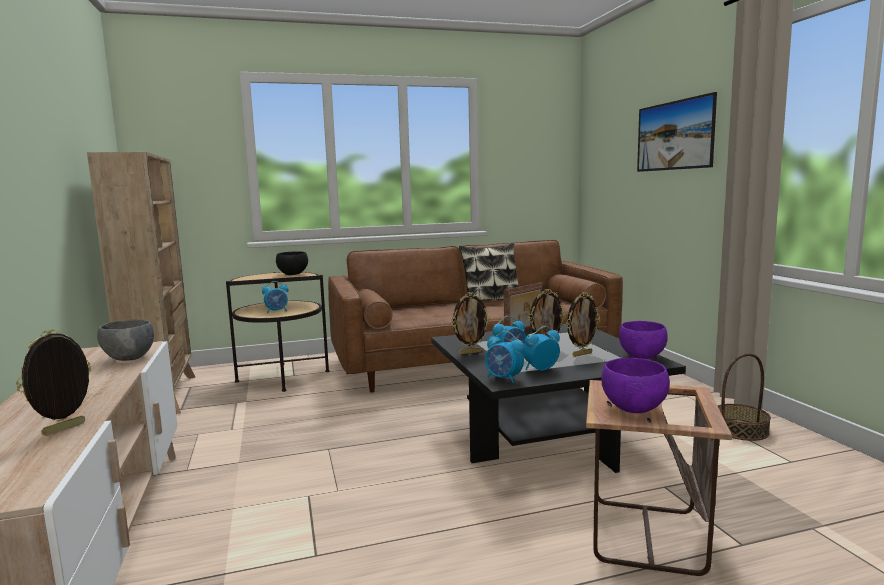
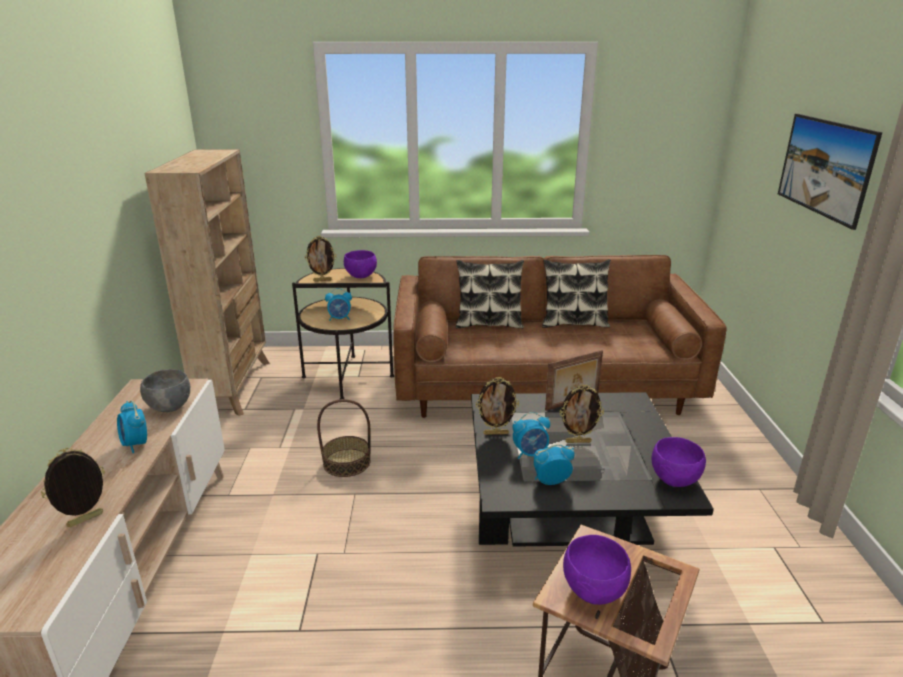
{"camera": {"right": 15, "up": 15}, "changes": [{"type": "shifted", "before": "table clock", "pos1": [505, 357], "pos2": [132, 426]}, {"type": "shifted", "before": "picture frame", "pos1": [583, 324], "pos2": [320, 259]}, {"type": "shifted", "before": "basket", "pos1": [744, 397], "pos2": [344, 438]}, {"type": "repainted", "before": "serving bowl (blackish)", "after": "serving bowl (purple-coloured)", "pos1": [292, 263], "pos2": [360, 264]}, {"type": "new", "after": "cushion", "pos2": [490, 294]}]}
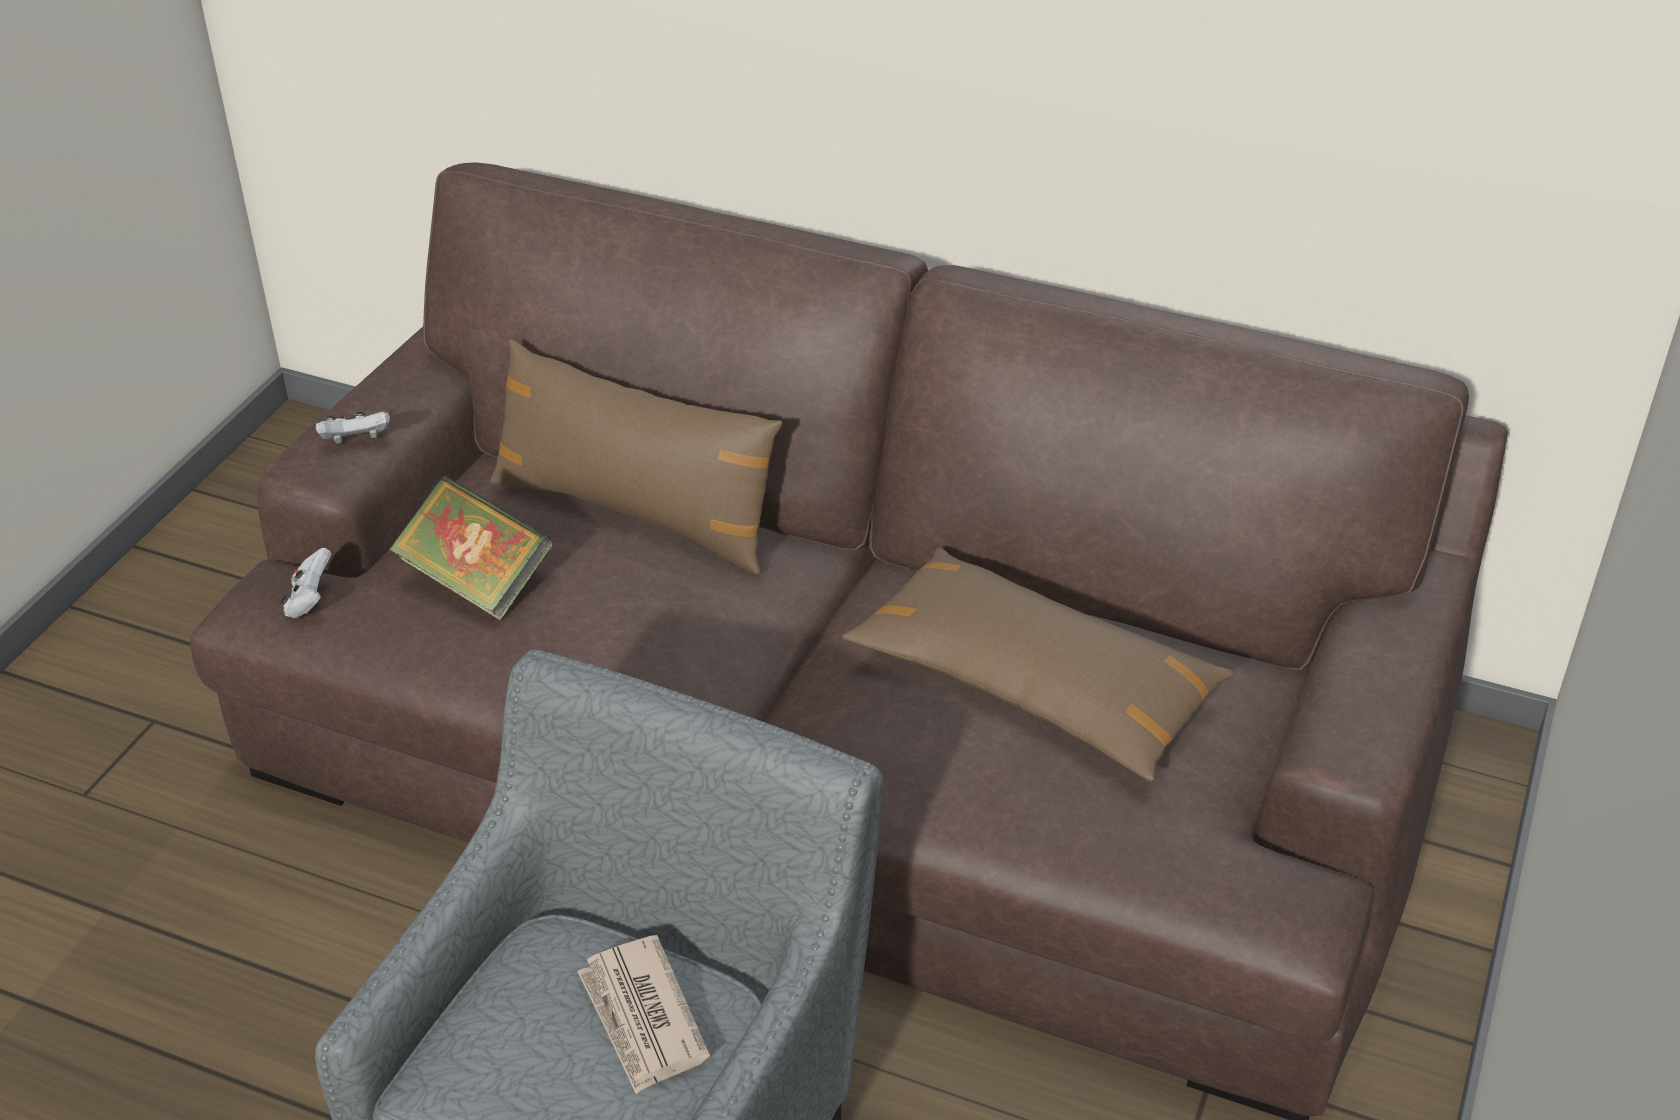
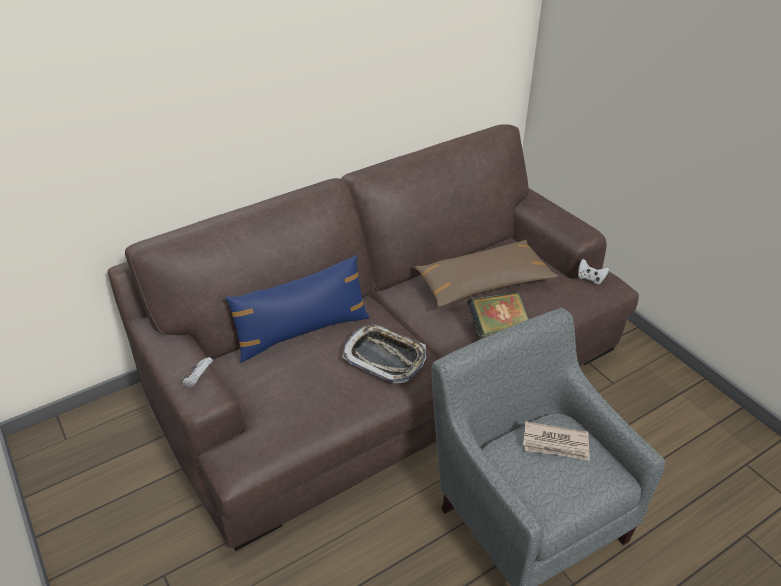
{"camera": {"right": -55, "up": 0}, "changes": [{"type": "repainted", "before": "cushion (brownish)", "after": "cushion (bluish)", "pos1": [636, 457], "pos2": [297, 309]}, {"type": "new", "after": "serving tray", "pos2": [384, 353]}, {"type": "shifted", "before": "book", "pos1": [471, 548], "pos2": [498, 315]}, {"type": "shifted", "before": "joypad (whitish)", "pos1": [306, 583], "pos2": [593, 272]}]}
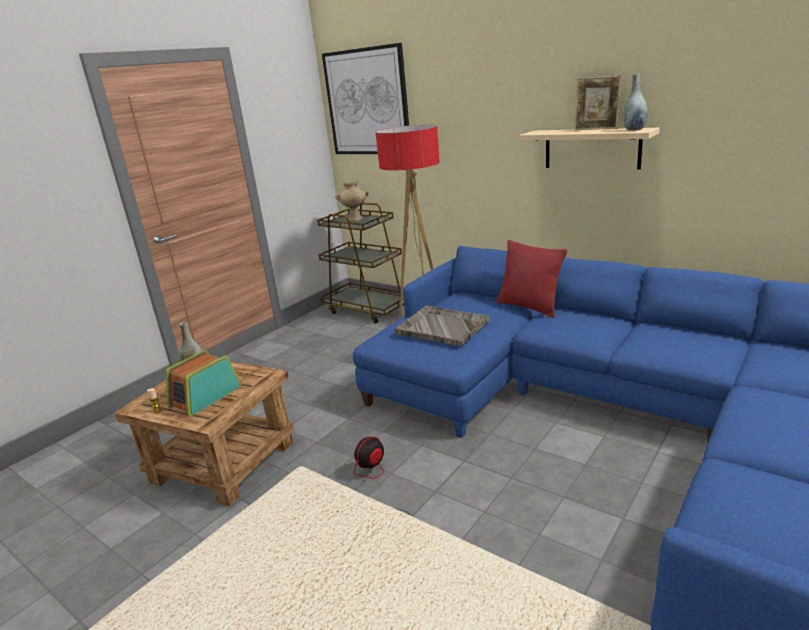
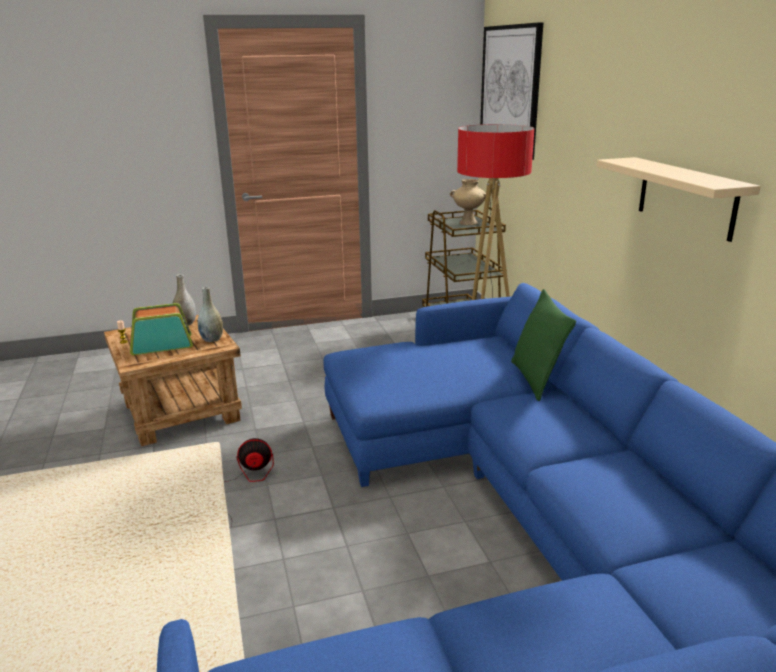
{"camera": {"right": 35, "up": 0}, "changes": [{"type": "shifted", "before": "decorative vase (grey)", "pos1": [635, 102], "pos2": [210, 314]}, {"type": "repainted", "before": "cushion (red)", "after": "cushion (greenish)", "pos1": [531, 279], "pos2": [543, 345]}, {"type": "gone", "before": "serving tray (grey)", "pos1": [442, 325]}, {"type": "gone", "before": "picture frame", "pos1": [597, 103]}]}
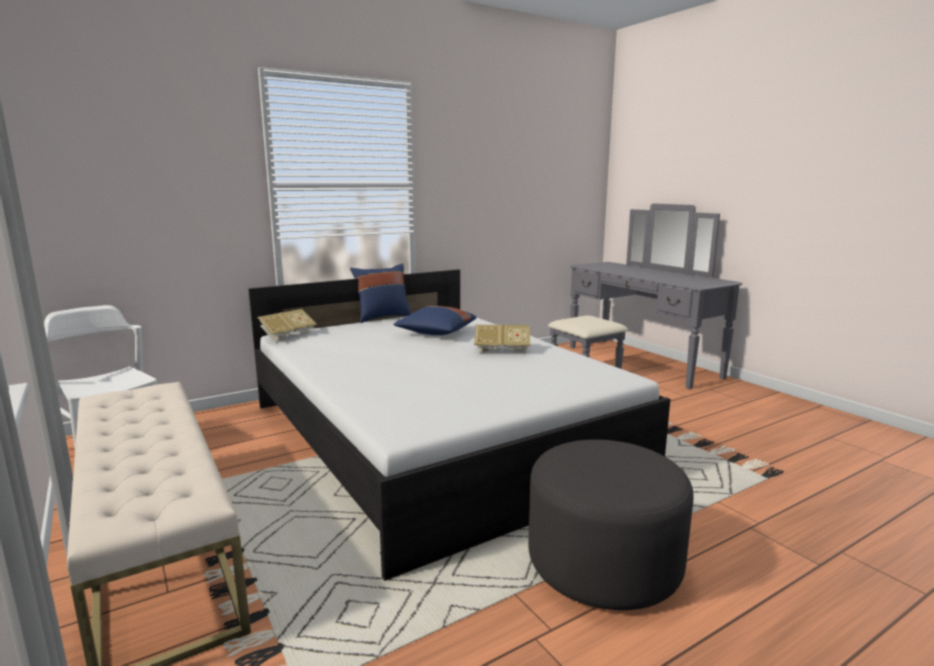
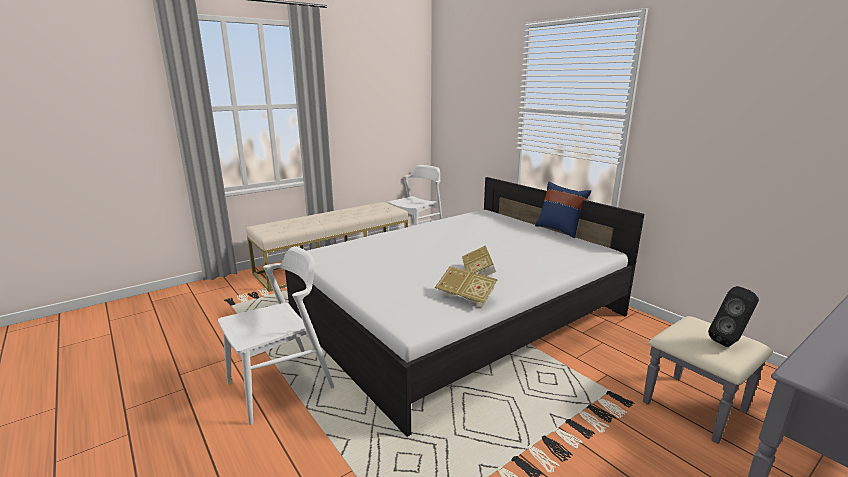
{"camera": {"right": 85, "up": 5}, "changes": [{"type": "swapped", "before": "ottoman (grey)", "after": "plain chair (whitish)", "pos1": [611, 525], "pos2": [276, 335]}, {"type": "shifted", "before": "book", "pos1": [287, 325], "pos2": [466, 287]}, {"type": "new", "after": "speaker (blackish)", "pos2": [733, 316]}, {"type": "gone", "before": "cushion (bluish)", "pos1": [435, 320]}]}
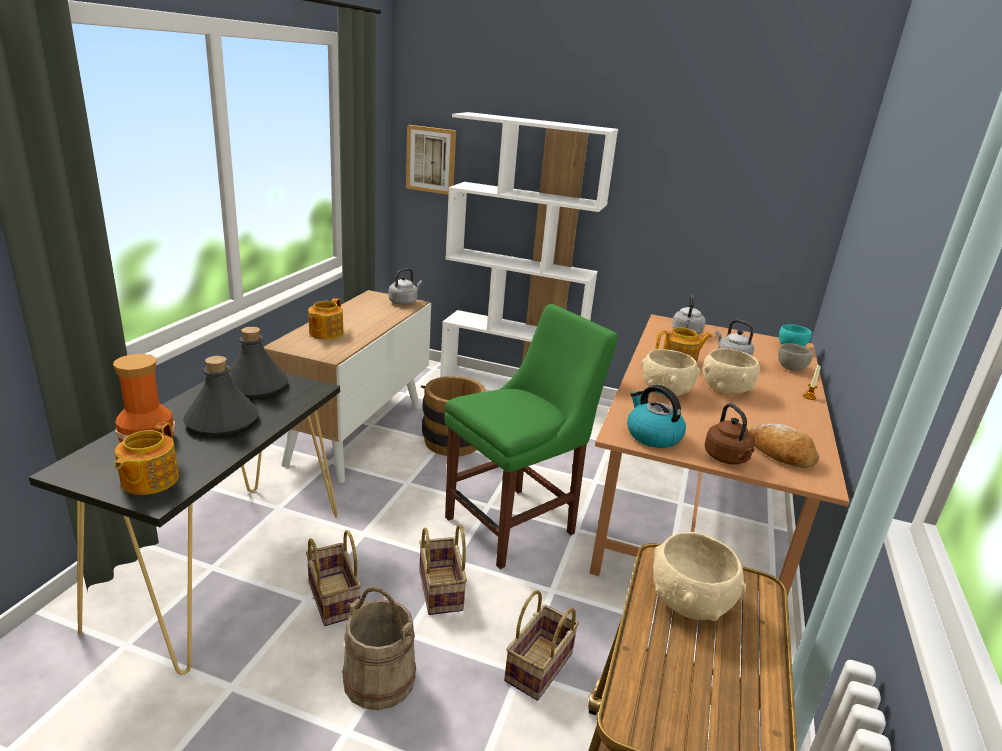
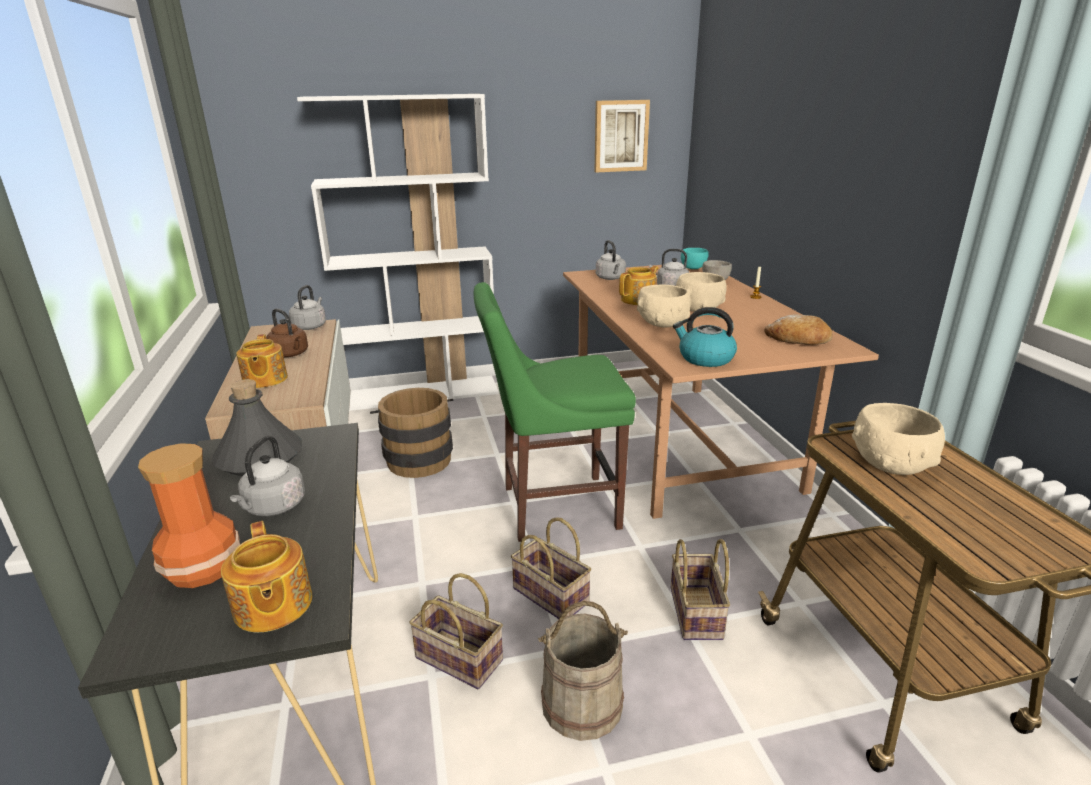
{"camera": {"right": -30, "up": 0}, "changes": [{"type": "swapped", "before": "drink bottle (grey)", "after": "kettle (grey)", "pos1": [221, 396], "pos2": [267, 476]}, {"type": "shifted", "before": "kettle (brownish)", "pos1": [729, 433], "pos2": [287, 333]}, {"type": "rotated", "before": "plain chair (greenish)", "pos1": [531, 436], "pos2": [555, 412], "turn": -120}, {"type": "shifted", "before": "picture", "pos1": [431, 160], "pos2": [622, 136]}]}
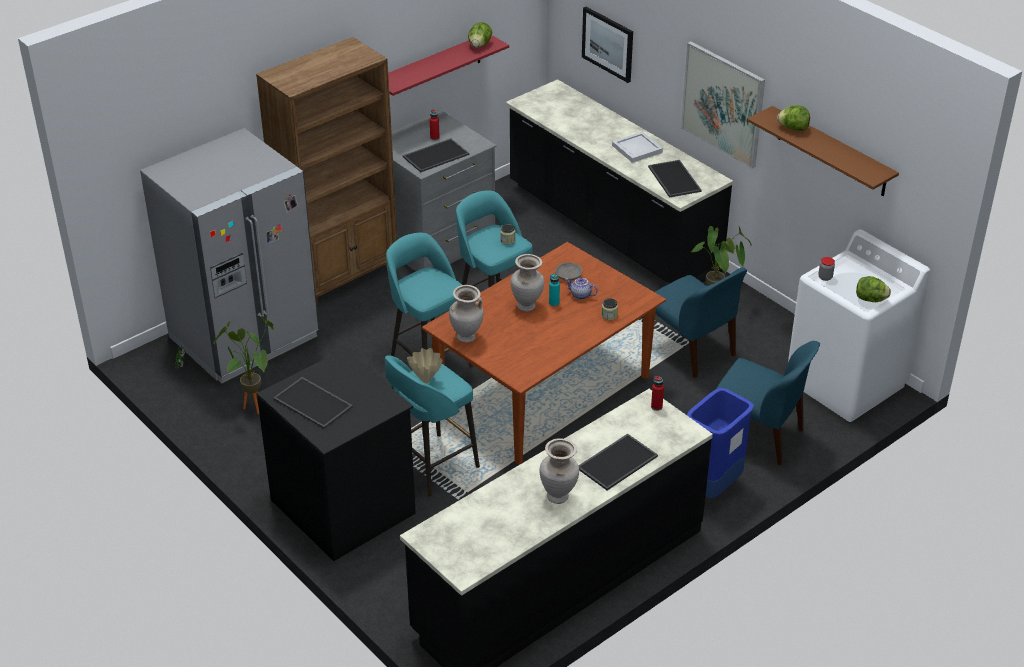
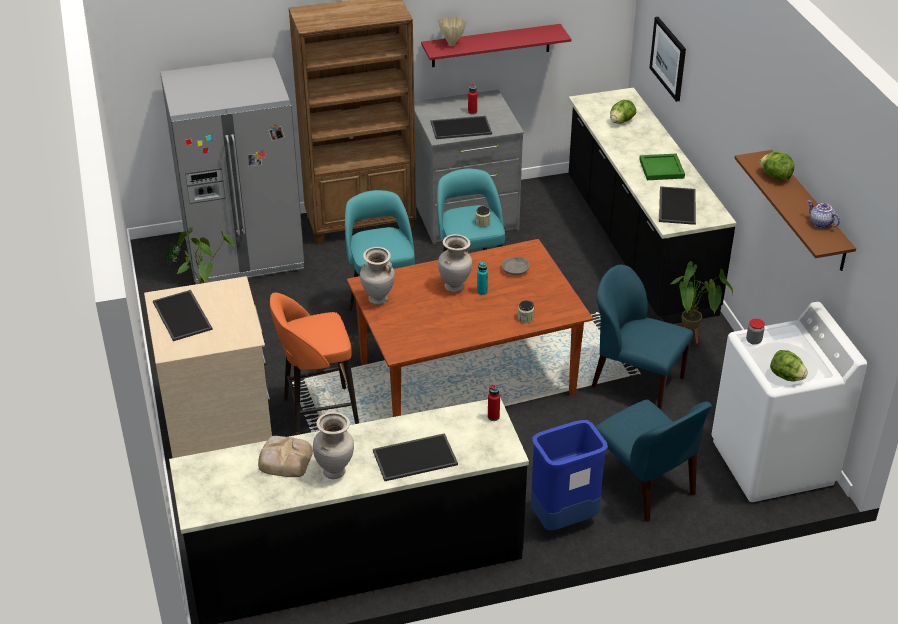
{"camera": {"right": 25, "up": 0}, "changes": [{"type": "repainted", "before": "chest of drawers (blackish)", "after": "chest of drawers (beige-coloured)", "pos1": [336, 455], "pos2": [208, 367]}, {"type": "new", "after": "bakery bread", "pos2": [285, 456]}, {"type": "repainted", "before": "stool (blue-green)", "after": "stool (orange-coloured)", "pos1": [432, 426], "pos2": [314, 364]}, {"type": "shifted", "before": "decorative vase (beige-coloured)", "pos1": [424, 366], "pos2": [452, 31]}, {"type": "rotated", "before": "plain chair (bluish)", "pos1": [701, 322], "pos2": [642, 338], "turn": 135}, {"type": "shifted", "before": "lettuce", "pos1": [480, 35], "pos2": [623, 112]}, {"type": "repainted", "before": "serving tray (whitish)", "after": "serving tray (greenish)", "pos1": [637, 147], "pos2": [662, 166]}, {"type": "shifted", "before": "teapot", "pos1": [581, 289], "pos2": [824, 214]}, {"type": "gone", "before": "picture", "pos1": [723, 105]}]}
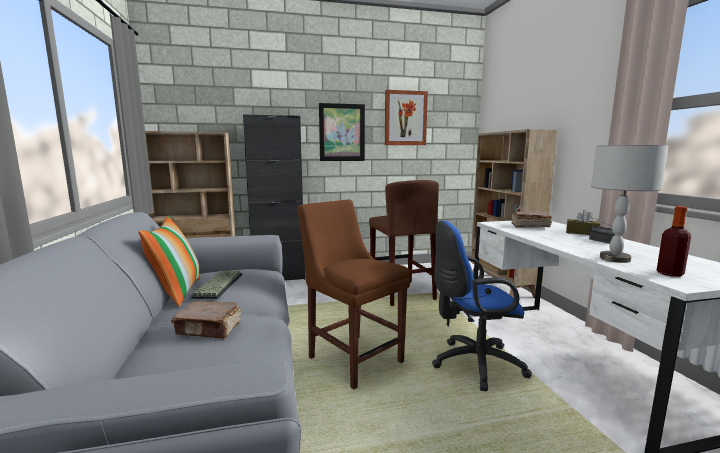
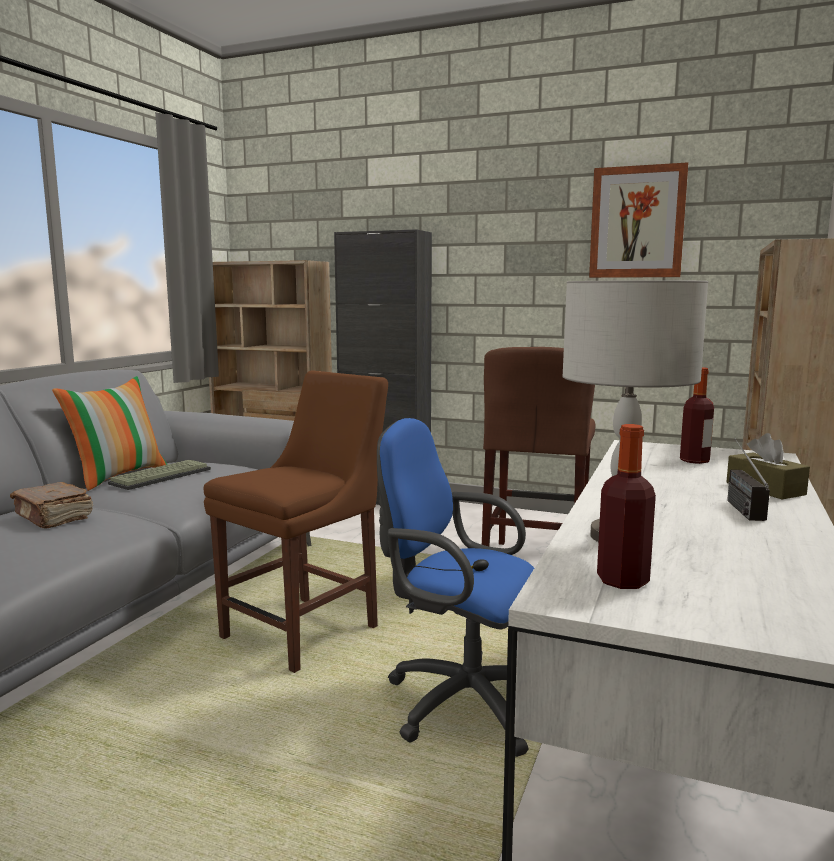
{"camera": {"right": 35, "up": 0}, "changes": [{"type": "rotated", "before": "plain chair (brownish)", "pos1": [354, 294], "pos2": [296, 521], "turn": 45}, {"type": "swapped", "before": "book (brownish)", "after": "drink bottle", "pos1": [531, 219], "pos2": [697, 415]}, {"type": "gone", "before": "picture", "pos1": [342, 132]}]}
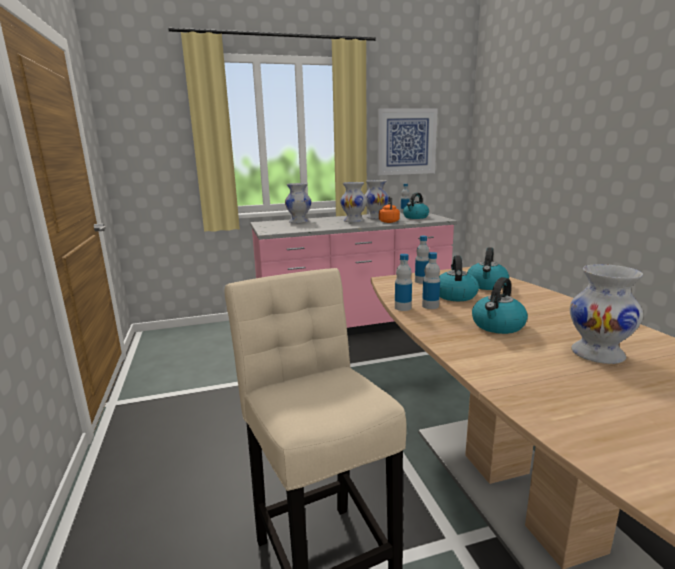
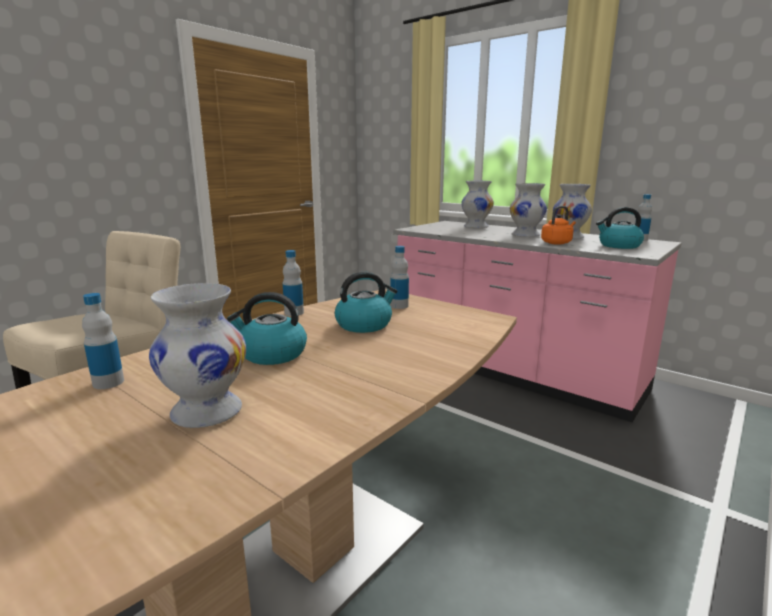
{"camera": {"right": 55, "up": 0}, "changes": [{"type": "shifted", "before": "drink bottle", "pos1": [431, 280], "pos2": [103, 341]}, {"type": "gone", "before": "picture", "pos1": [408, 141]}, {"type": "gone", "before": "kettle", "pos1": [488, 268]}]}
